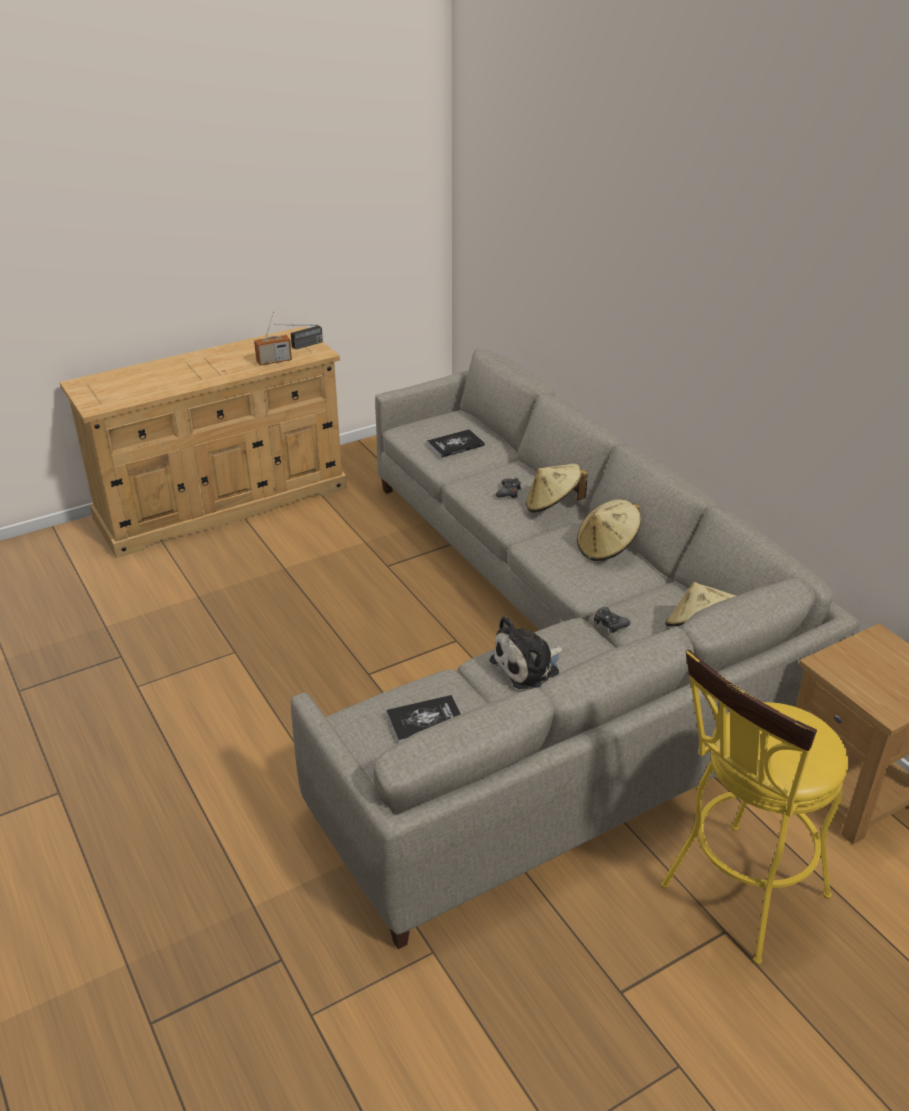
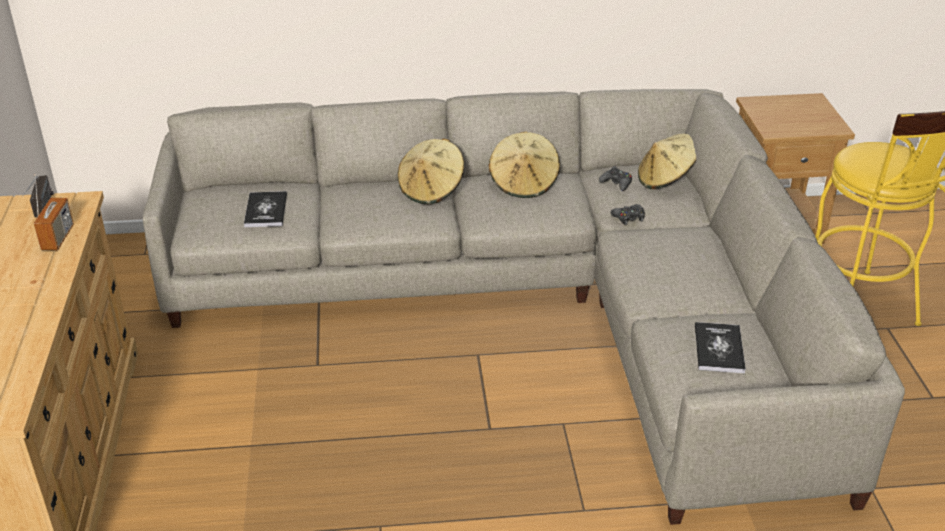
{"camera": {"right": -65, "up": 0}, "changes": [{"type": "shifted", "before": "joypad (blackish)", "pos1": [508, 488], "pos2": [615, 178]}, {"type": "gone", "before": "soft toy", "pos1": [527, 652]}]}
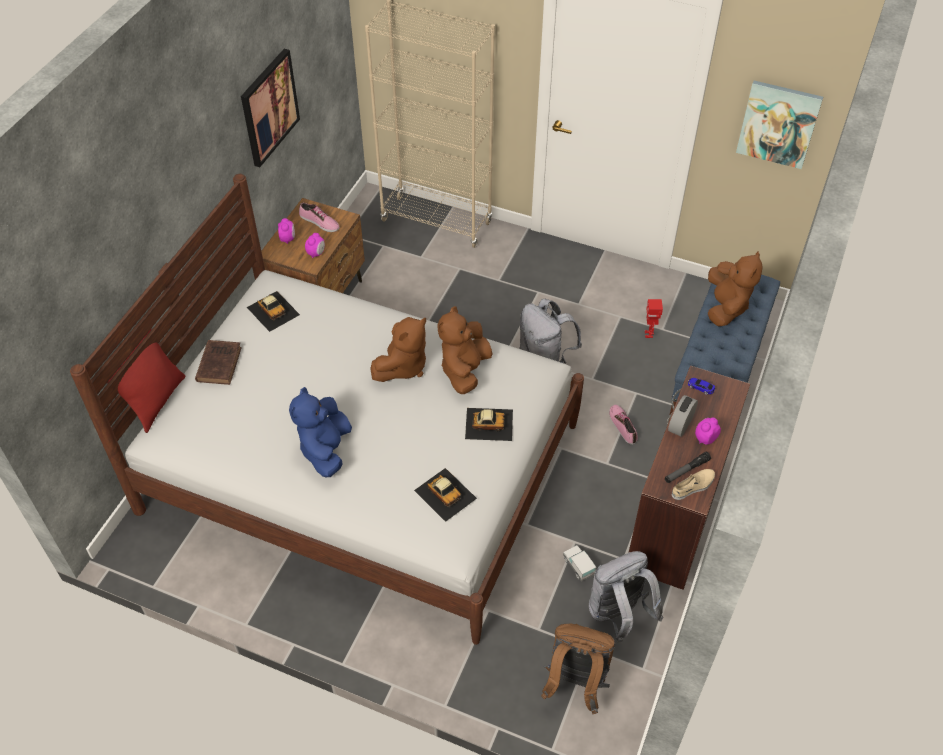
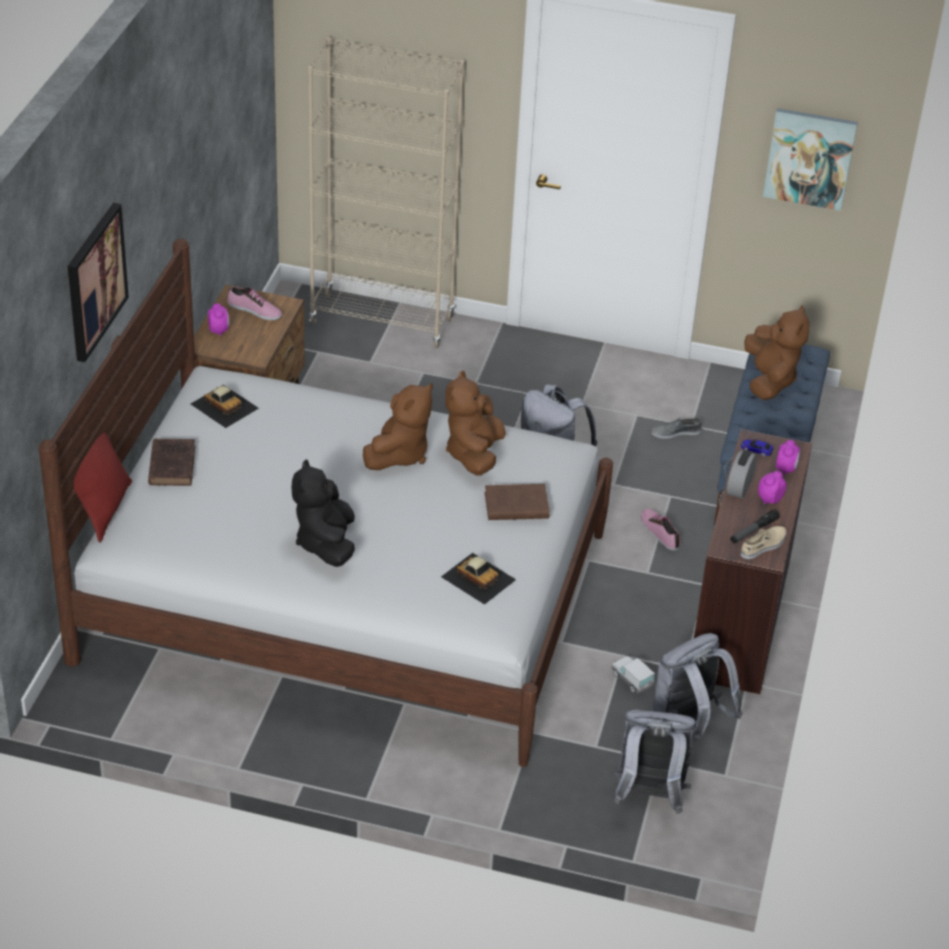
{"camera": {"right": -10, "up": -10}, "changes": [{"type": "shifted", "before": "picture", "pos1": [270, 108], "pos2": [98, 282]}, {"type": "repainted", "before": "soft toy (bluish)", "after": "soft toy (blackish)", "pos1": [320, 432], "pos2": [323, 513]}, {"type": "swapped", "before": "miniature car", "after": "book (brownish)", "pos1": [489, 424], "pos2": [517, 502]}, {"type": "repainted", "before": "backpack (brownish)", "after": "backpack (grey)", "pos1": [578, 669], "pos2": [653, 762]}, {"type": "swapped", "before": "toy robot", "after": "low shoe (grey)", "pos1": [654, 318], "pos2": [677, 428]}, {"type": "shifted", "before": "table clock", "pos1": [315, 245], "pos2": [788, 457]}]}
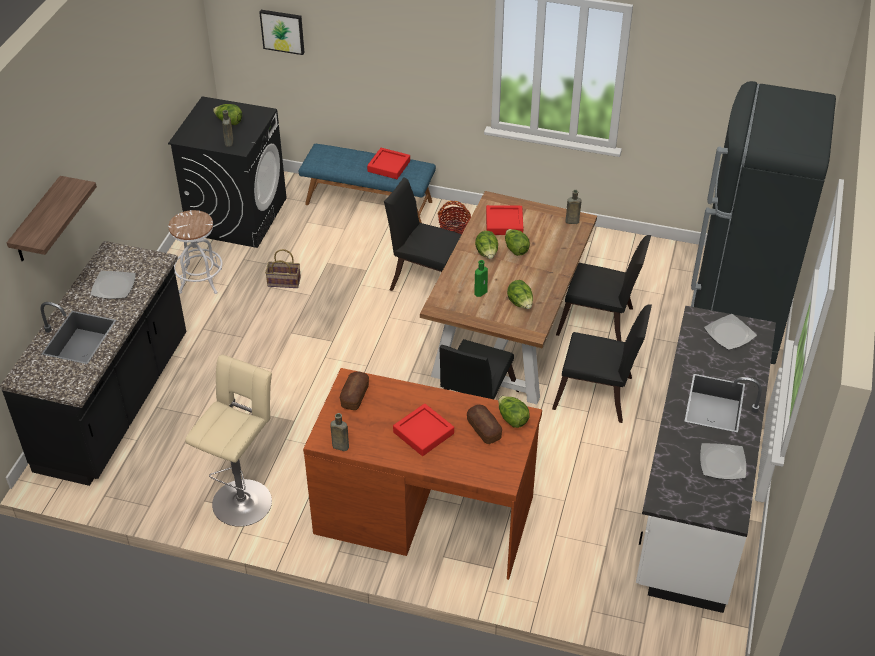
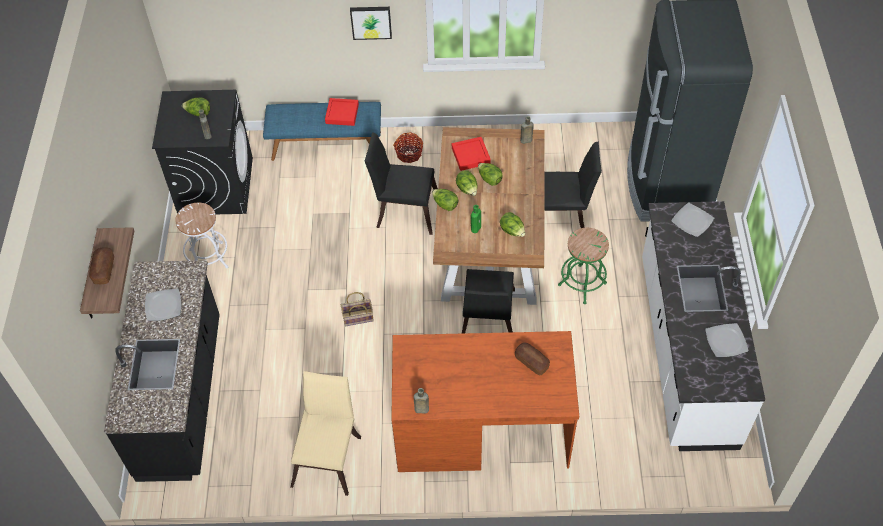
{"camera": {"right": -15, "up": 10}, "changes": [{"type": "shifted", "before": "bakery bread", "pos1": [354, 390], "pos2": [101, 265]}, {"type": "swapped", "before": "stool (beige-coloured)", "after": "plain chair (beige-coloured)", "pos1": [228, 441], "pos2": [325, 433]}, {"type": "shifted", "before": "basket", "pos1": [283, 268], "pos2": [357, 309]}, {"type": "shifted", "before": "picture", "pos1": [281, 32], "pos2": [371, 23]}, {"type": "shifted", "before": "lettuce", "pos1": [514, 412], "pos2": [445, 200]}, {"type": "swapped", "before": "plain chair (blackish)", "after": "stool (greenish)", "pos1": [602, 363], "pos2": [583, 266]}, {"type": "gone", "before": "serving tray (red)", "pos1": [423, 430]}]}
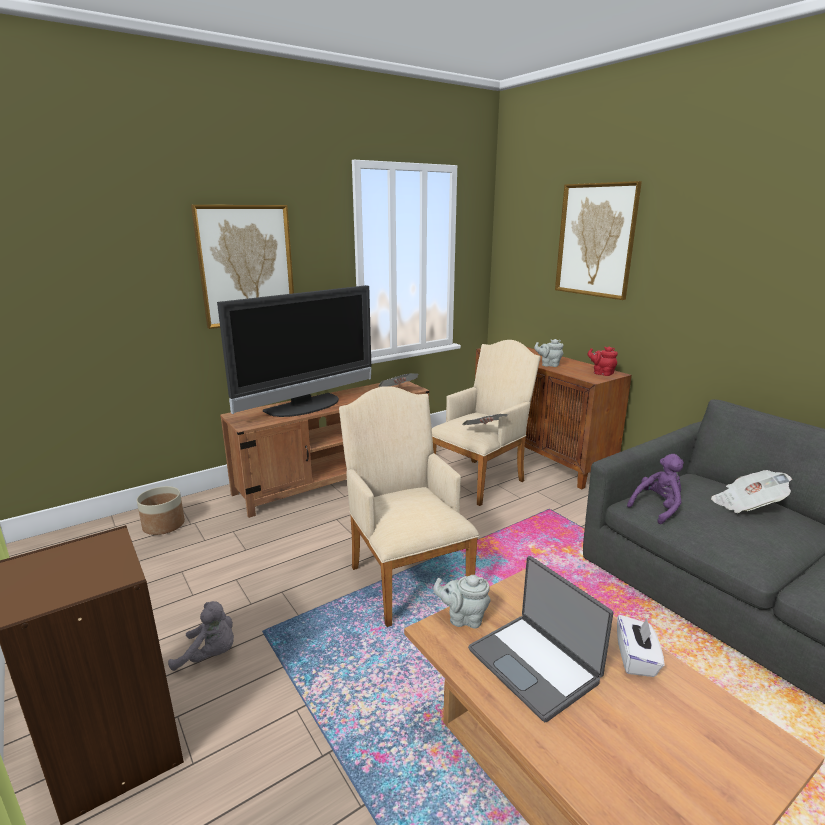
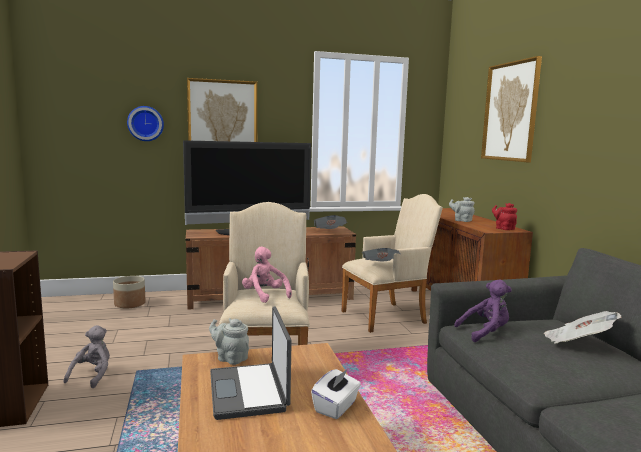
{"camera": {"right": 20, "up": -10}, "changes": [{"type": "rotated", "before": "soft toy (grey)", "pos1": [201, 636], "pos2": [86, 356], "turn": -105}, {"type": "new", "after": "hanging clock", "pos2": [145, 123]}, {"type": "new", "after": "soft toy (pink-coloured)", "pos2": [267, 274]}]}
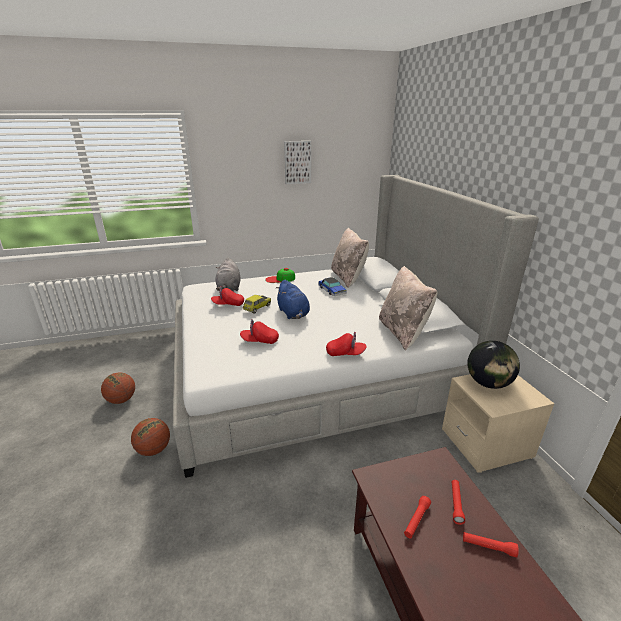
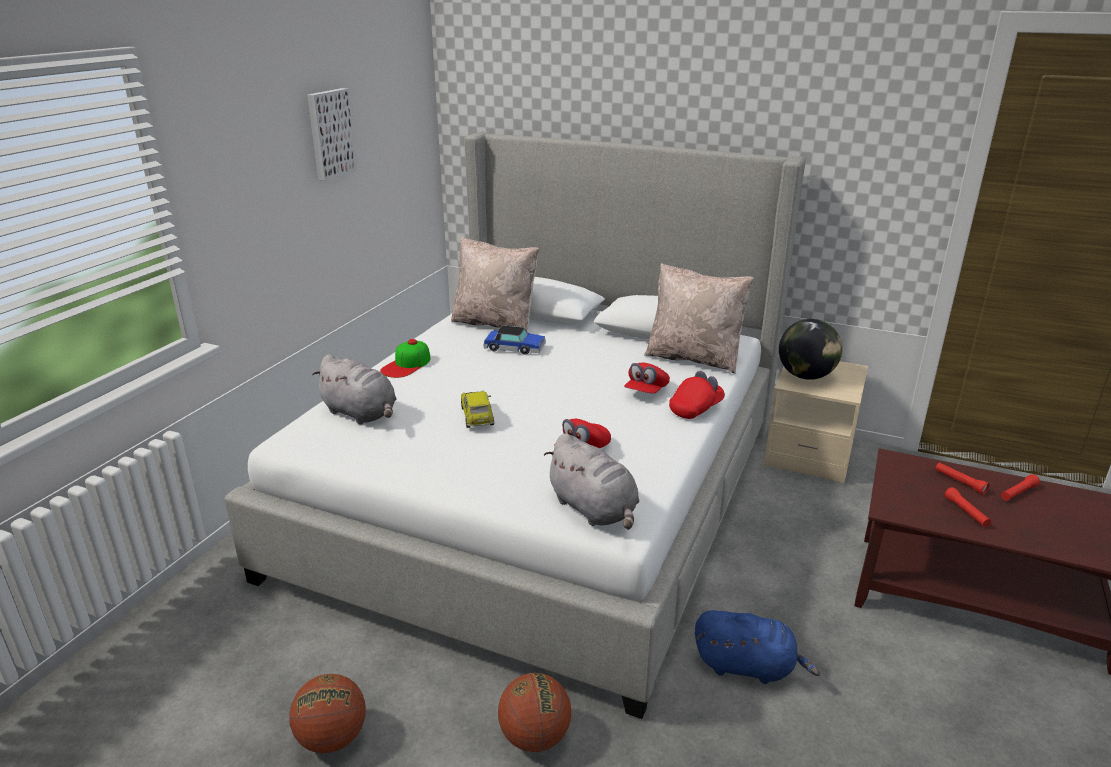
{"camera": {"right": -50, "up": 0}, "changes": [{"type": "new", "after": "soft toy (grey)", "pos2": [592, 481]}, {"type": "shifted", "before": "baseball cap (red)", "pos1": [227, 296], "pos2": [647, 378]}, {"type": "shifted", "before": "soft toy (bluish)", "pos1": [292, 299], "pos2": [757, 647]}]}
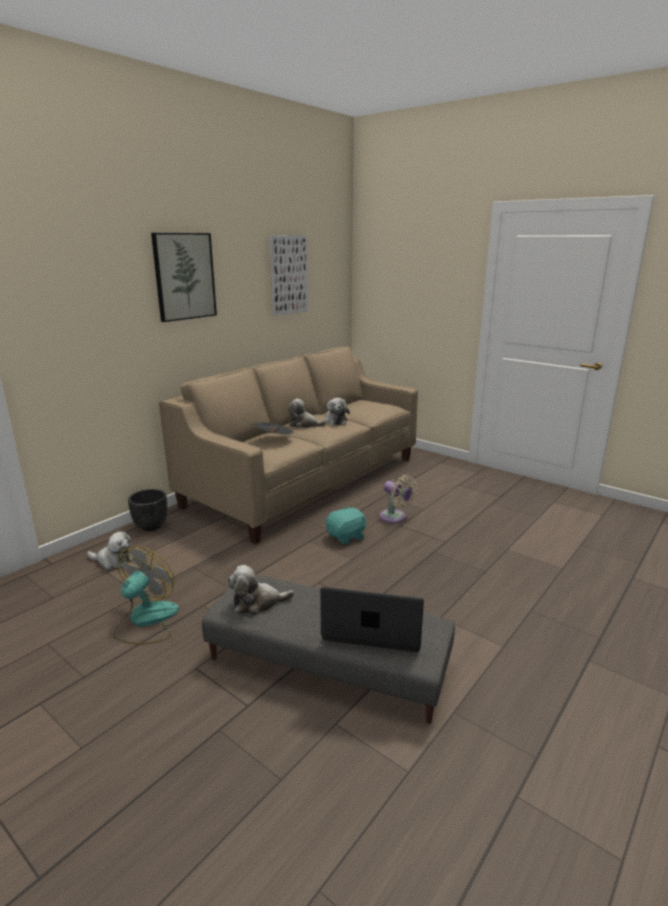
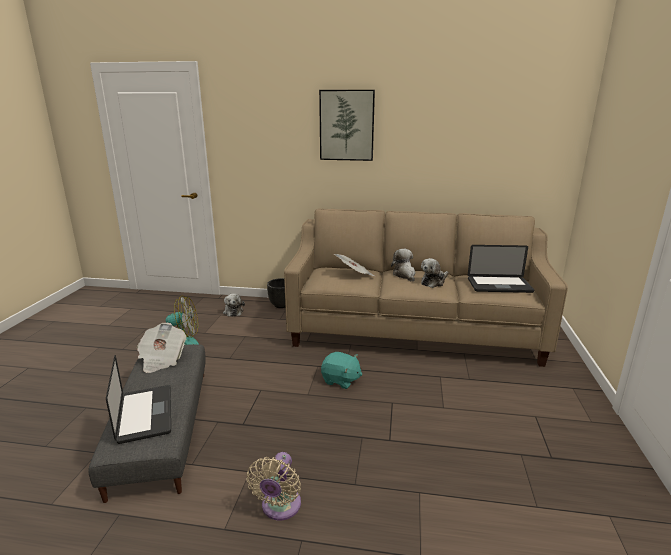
{"camera": {"right": 60, "up": 0}, "changes": [{"type": "swapped", "before": "soft toy", "after": "printed paper", "pos1": [261, 590], "pos2": [161, 348]}, {"type": "shifted", "before": "fan (beige-coloured)", "pos1": [398, 499], "pos2": [273, 486]}, {"type": "new", "after": "notebook computer", "pos2": [501, 269]}, {"type": "gone", "before": "picture", "pos1": [289, 276]}]}
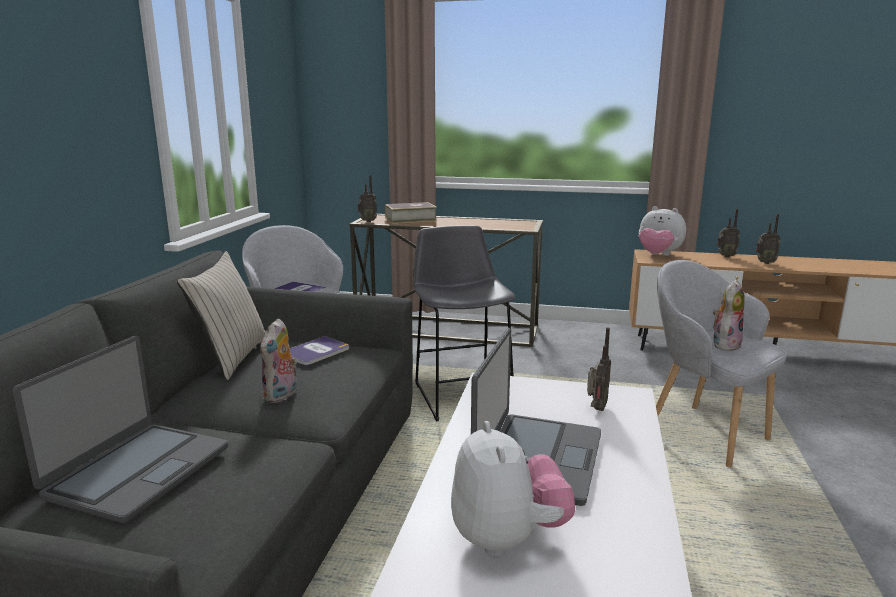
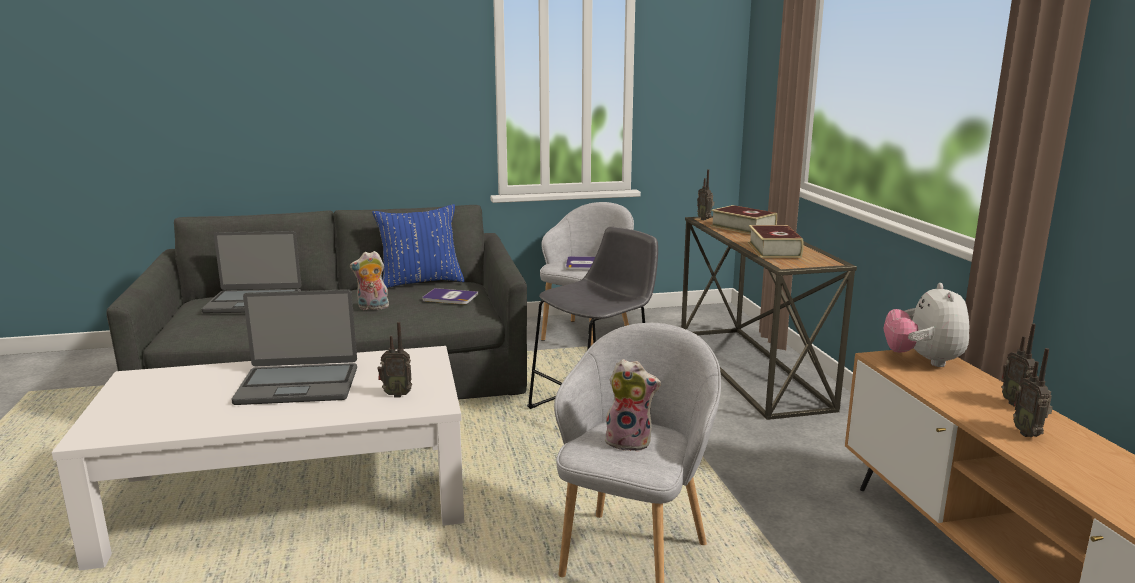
{"camera": {"right": 65, "up": 0}, "changes": [{"type": "repainted", "before": "cushion (beige-coloured)", "after": "cushion (bluish)", "pos1": [221, 315], "pos2": [418, 246]}, {"type": "new", "after": "book", "pos2": [776, 241]}, {"type": "gone", "before": "soft toy", "pos1": [513, 488]}]}
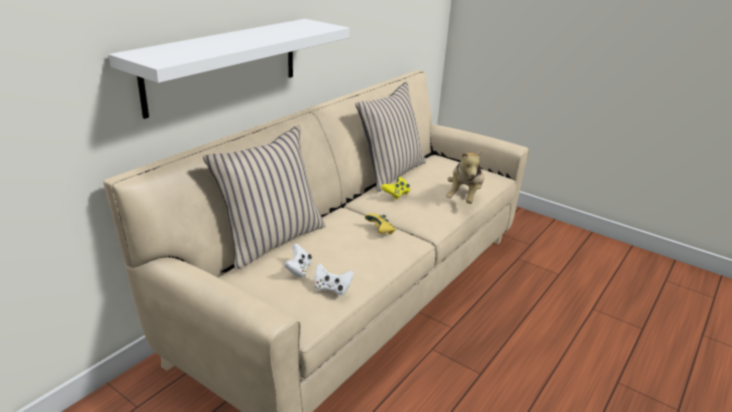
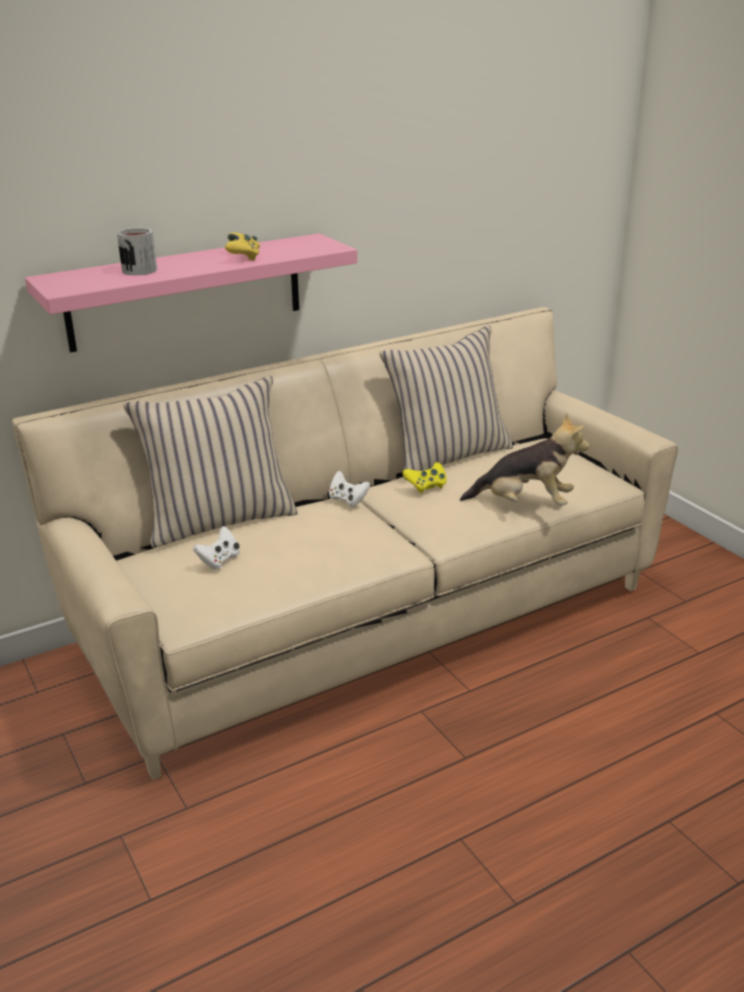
{"camera": {"right": 25, "up": 0}, "changes": [{"type": "repainted", "before": "wall shelf (whitish)", "after": "wall shelf (pink-coloured)", "pos1": [229, 69], "pos2": [191, 293]}, {"type": "new", "after": "coffee mug", "pos2": [137, 252]}, {"type": "shifted", "before": "joypad (yellowish)", "pos1": [380, 224], "pos2": [242, 246]}, {"type": "shifted", "before": "joypad (whitish)", "pos1": [334, 279], "pos2": [349, 489]}, {"type": "rotated", "before": "soft toy", "pos1": [465, 176], "pos2": [524, 459], "turn": -120}]}
